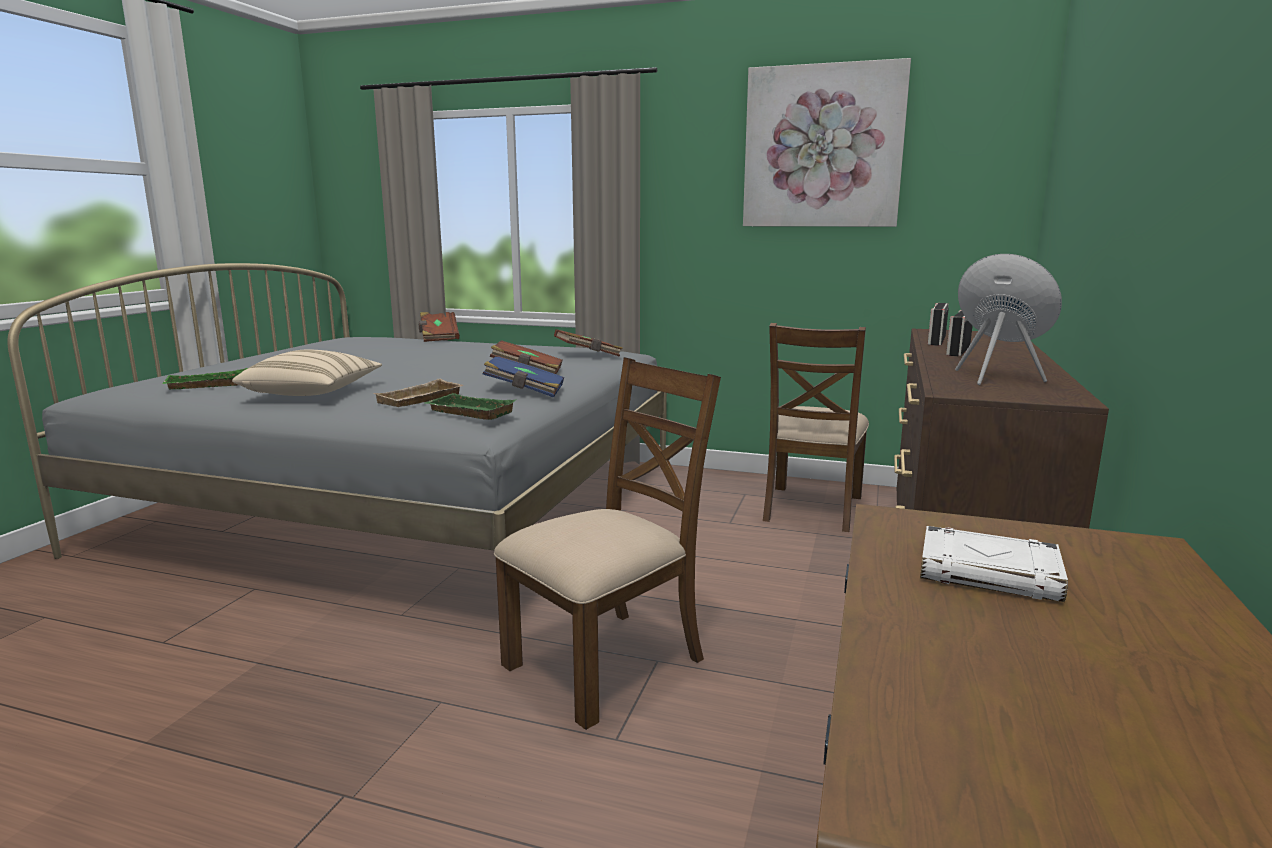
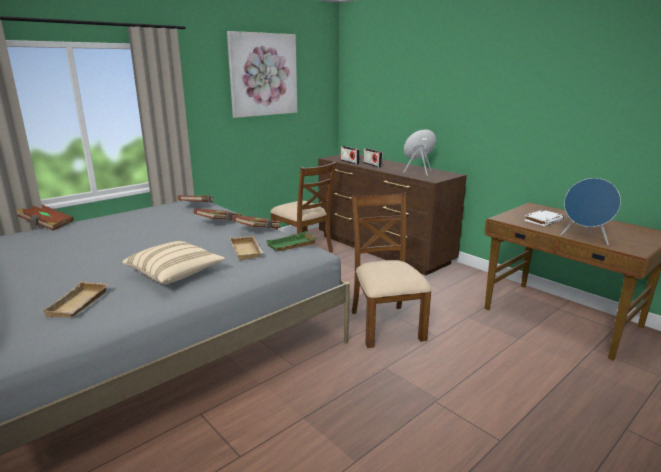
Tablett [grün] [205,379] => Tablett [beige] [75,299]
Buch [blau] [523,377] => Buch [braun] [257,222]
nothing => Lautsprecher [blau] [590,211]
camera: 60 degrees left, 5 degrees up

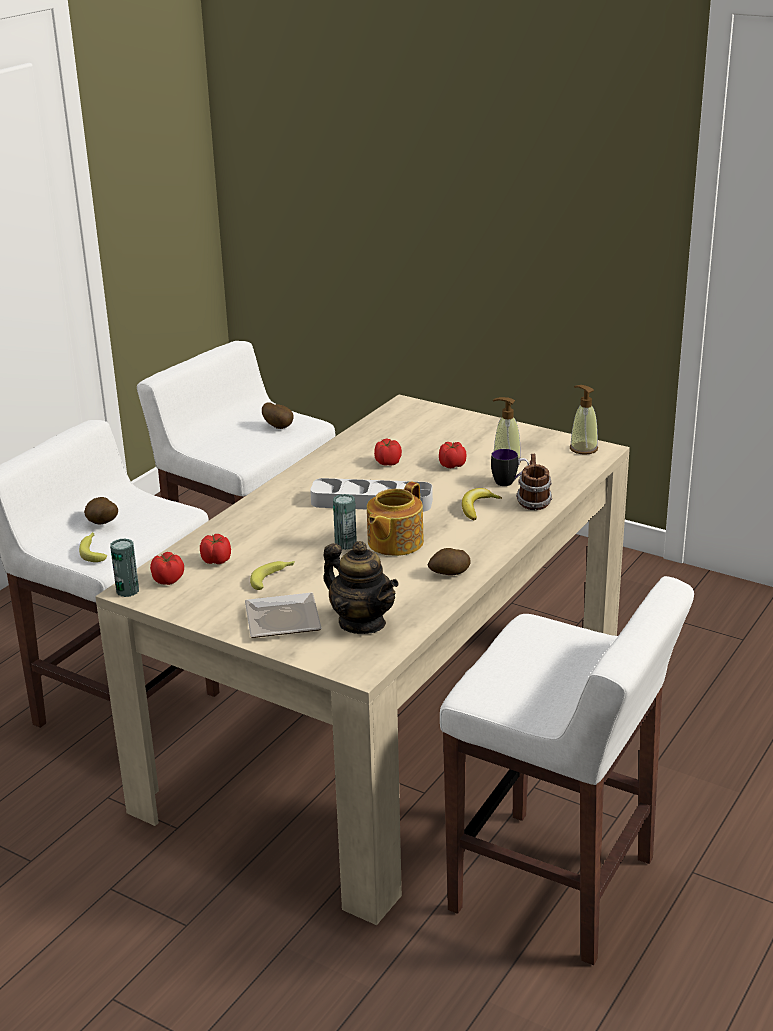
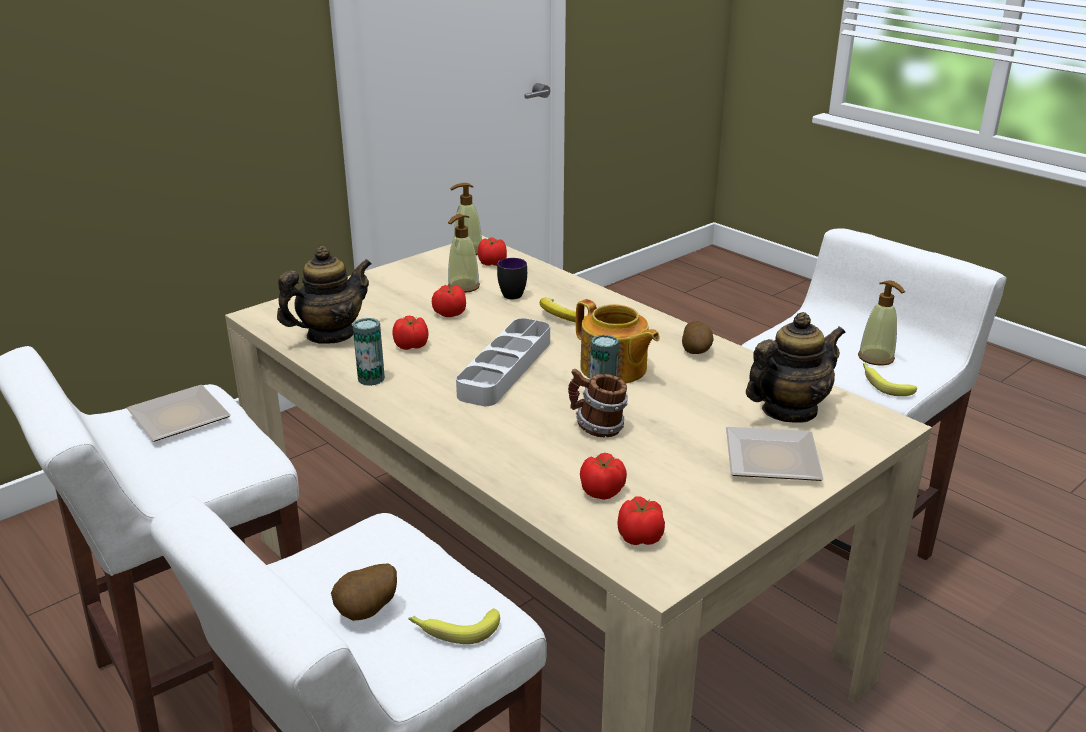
Dose [124,567] => Dose [369,352], move
Banane [272,575] => Banane [890,379], move
Kartoffel [278,416] => Teller [179,413]
Henkelbecher [534,482] => Henkelbecher [598,403], move
nothing => Teekanne [324,295]
nothing => Tomate [492,252]
nothing => Seifenspender [881,323]
camera: 75 degrees left, 0 degrees up

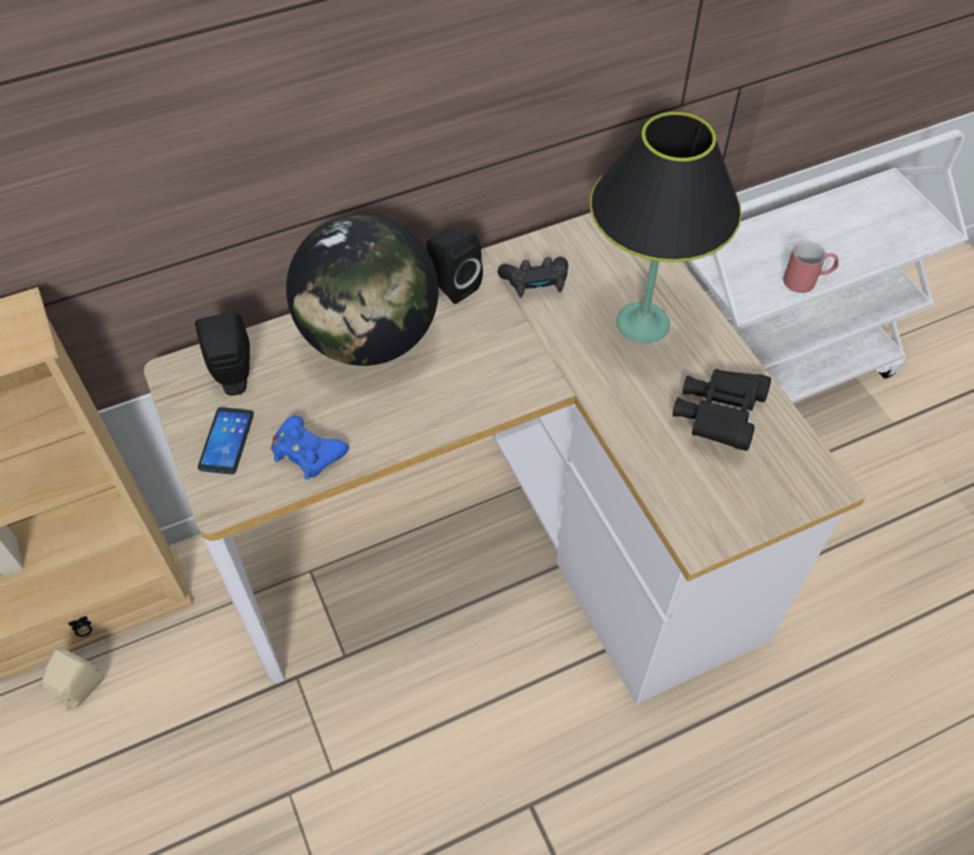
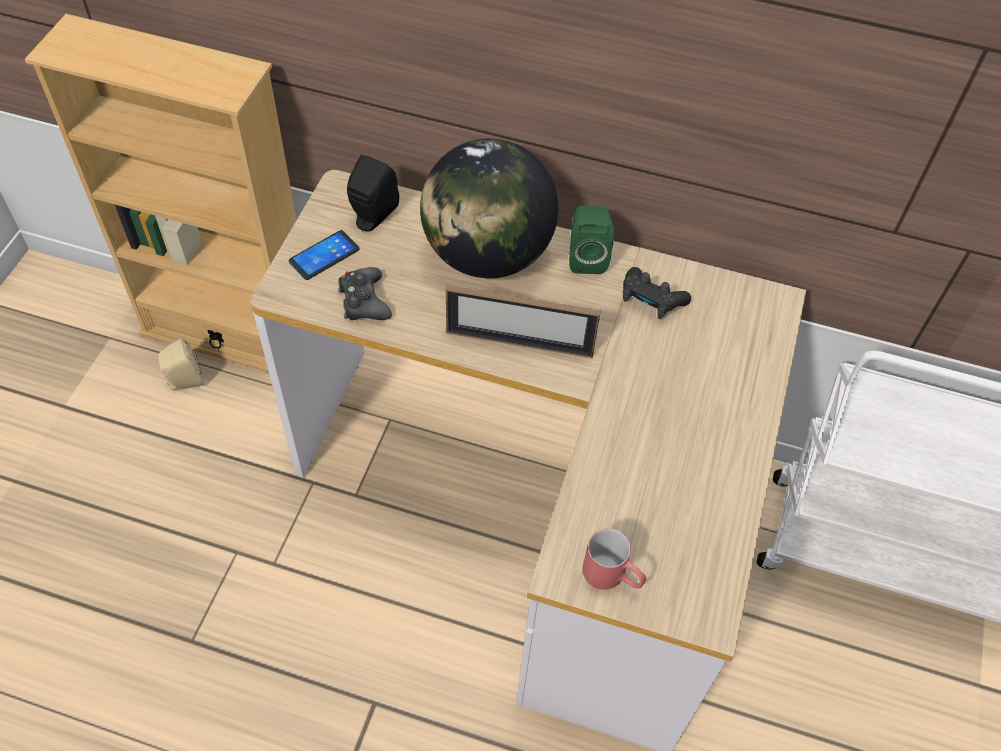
Gamepad [blau] [310,447] => Gamepad [schwarz] [365,293]
Lautsprecher [schwarz] [455,266] => Lautsprecher [grün] [591,240]
Tischlampe [schwarz] [666,228] => nothing
Fernglas [schwarz] [722,410] => nothing
Henkelbecher [rot] [811,267] => Henkelbecher [rot] [614,559], move
nothing => Bilderrahmen [523,321]
camera: 40 degrees right, 0 degrees up

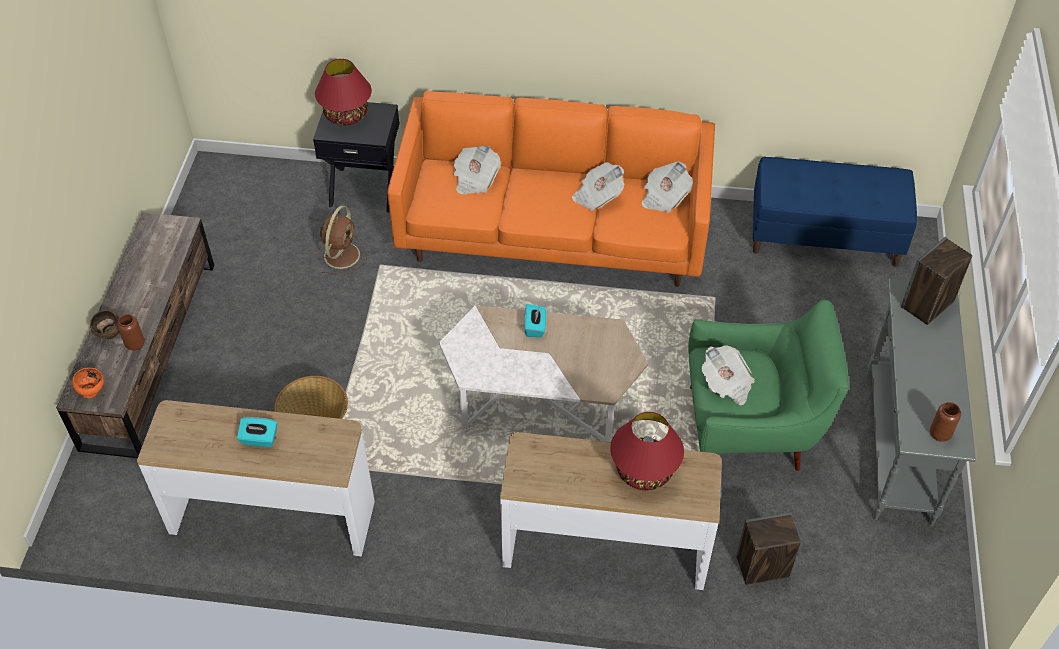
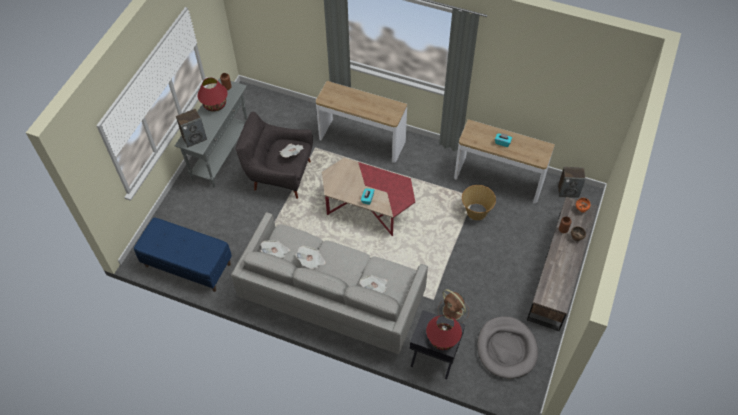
Ventilator [braun] [343,240] => Ventilator [braun] [453,306], 75 degrees counterclockwise
Sofa [orange] [551,189] => Sofa [grau] [329,283]
Couchtisch [weiß] [543,373] => Couchtisch [rot] [368,197]
Tischlampe [rot] [647,451] => Tischlampe [rot] [212,94], move
Sessel [grün] [768,385] => Sessel [grau] [274,155]
Lautsprecher [768,548] => Lautsprecher [571,182], move
nothing => Hundebett [grau] [507,348]
camera: 165 degrees left, 5 degrees up

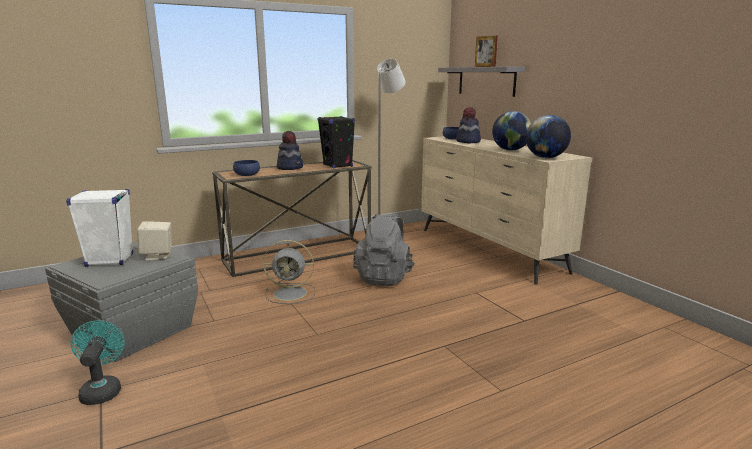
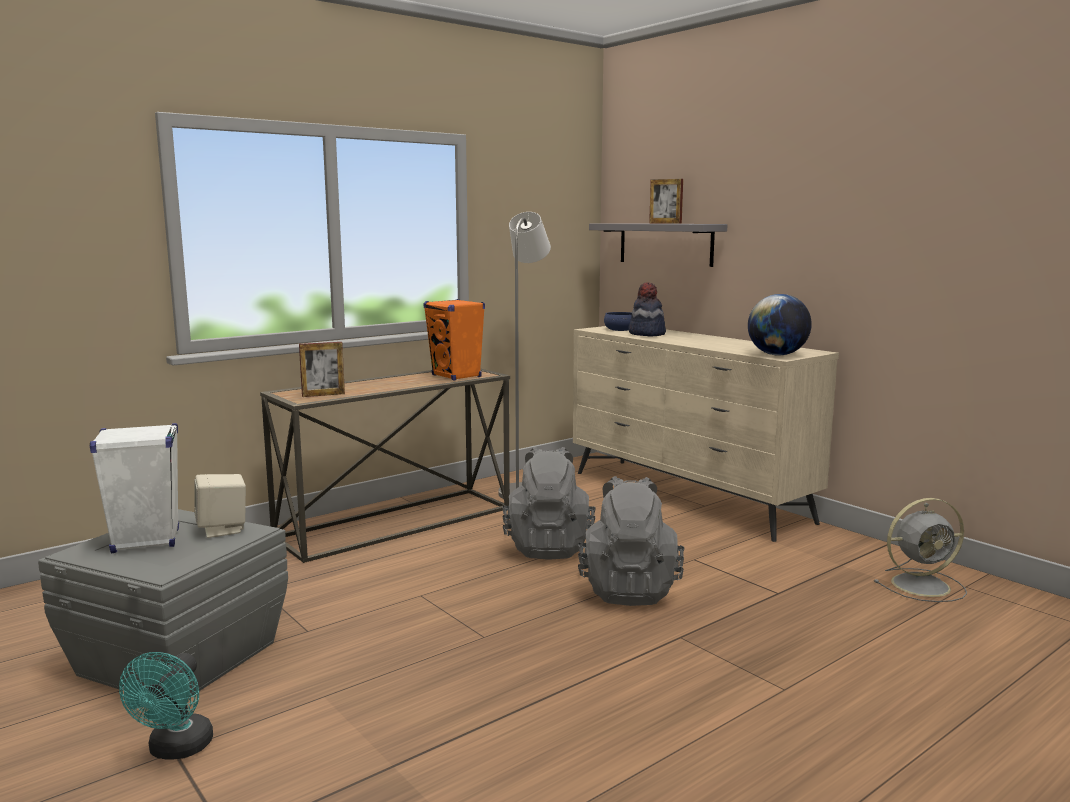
Ventilator [türkis] [97,363] => Ventilator [türkis] [166,706], 150 degrees counterclockwise
Schüssel [blau] [246,168] => Bilderrahmen [322,369]
Ventilator [grau] [289,272] => Ventilator [grau] [920,550], move
Hut [290,150] => nothing
Lautsprecher [schwarz] [336,142] => Lautsprecher [orange] [454,339]
Globus [511,131] => nothing
nothing => Rucksack [grau] [631,541]
camera: 10 degrees left, 5 degrees down

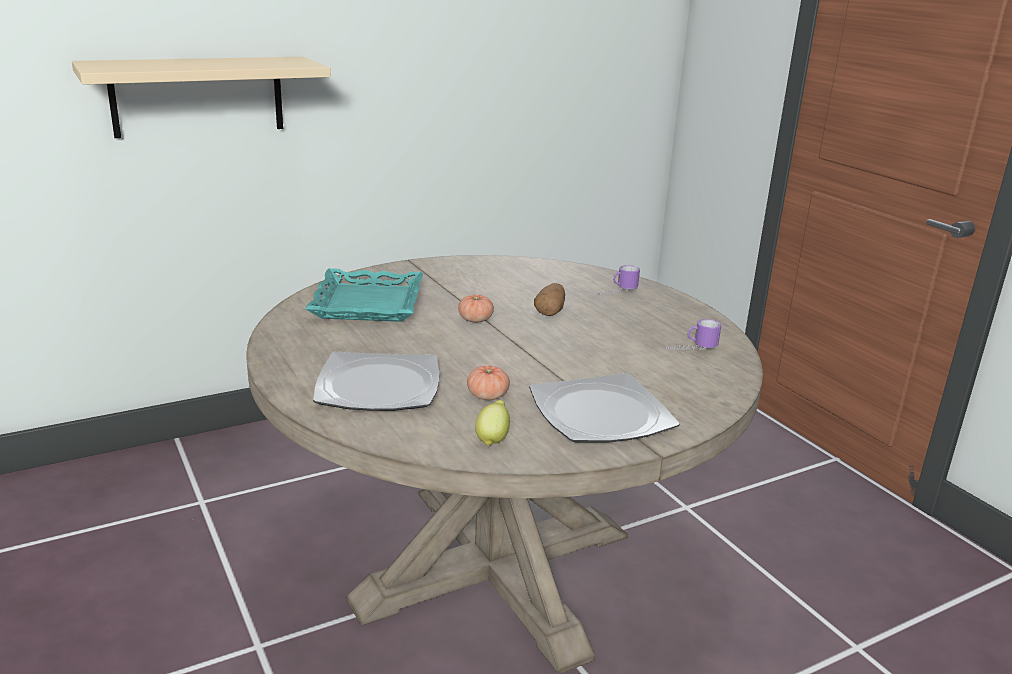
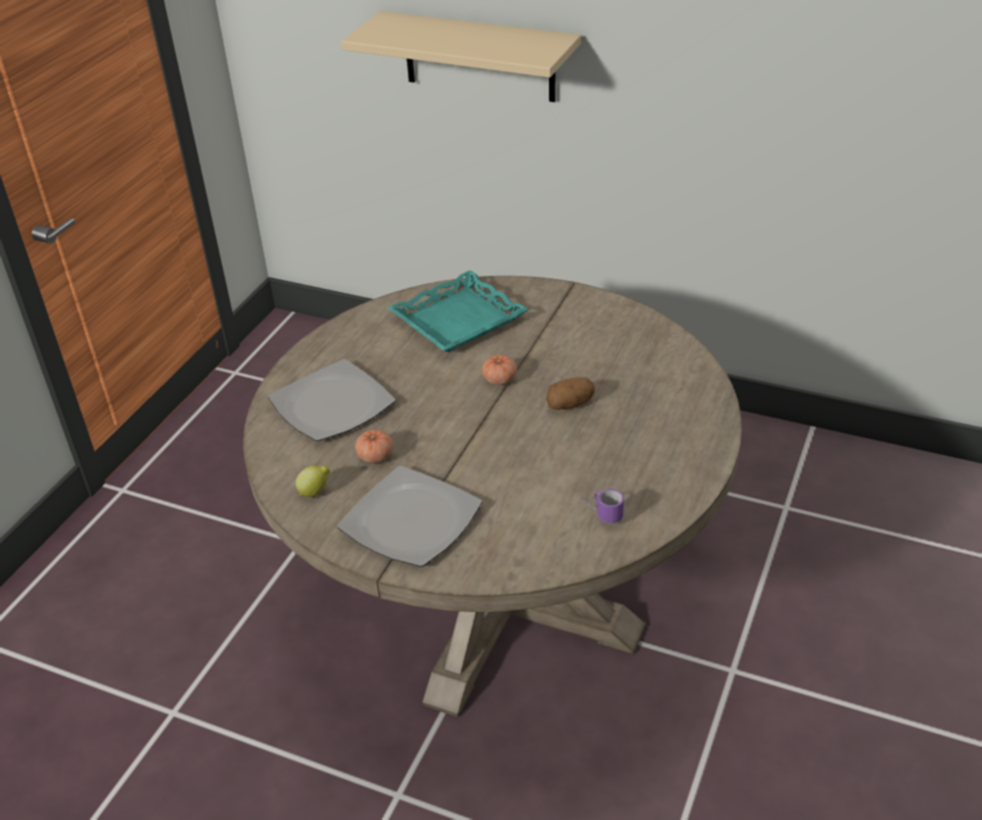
Henkelbecher [618,280] => nothing
camera: 55 degrees right, 15 degrees up

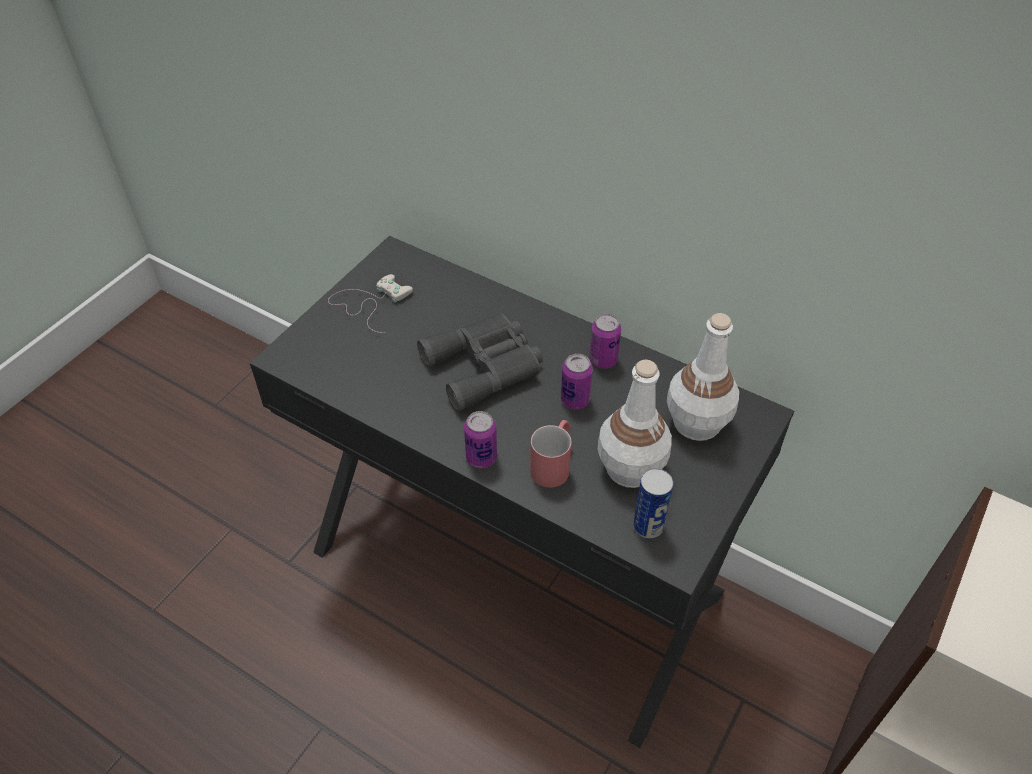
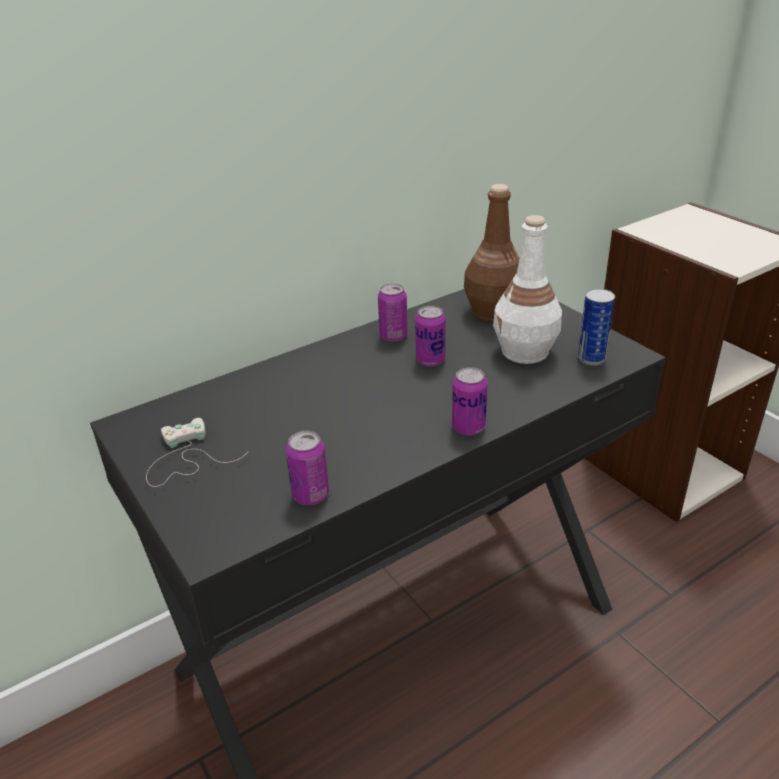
Fernglas [grau] [480,362] => nothing
Henkelbecher [rot] [551,454] => nothing
Flasche [weiß] [703,377] => Flasche [braun] [492,253]
nothing => Dose [307,468]
camera: 65 degrees left, 15 degrees down

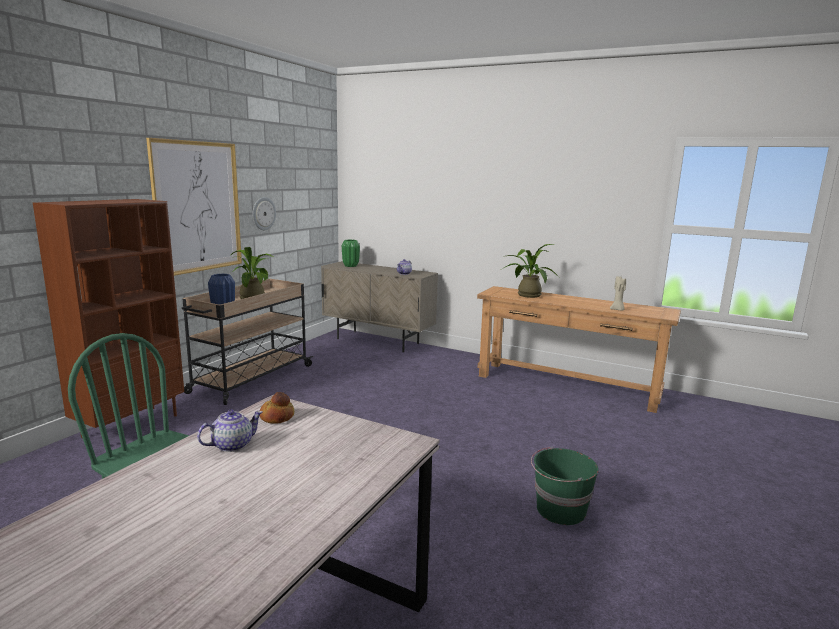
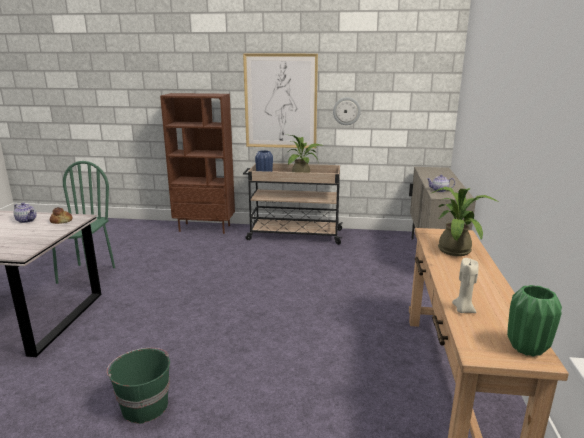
Vase [grün] [351,253] => Vase [grün] [534,320], move
camera: 70 degrees right, 5 degrees up

